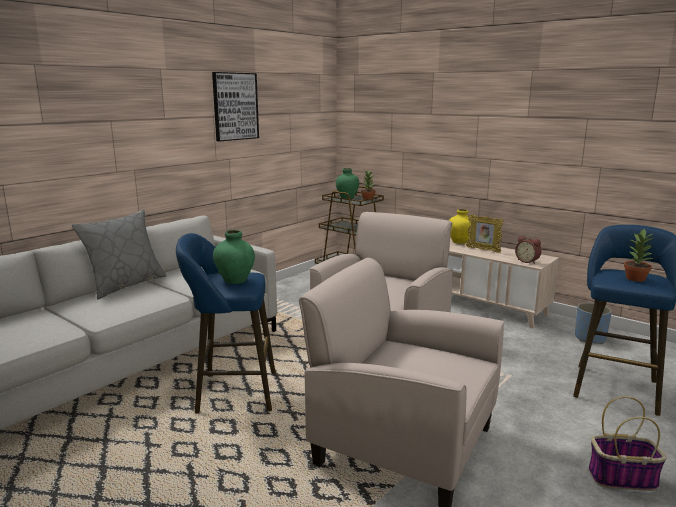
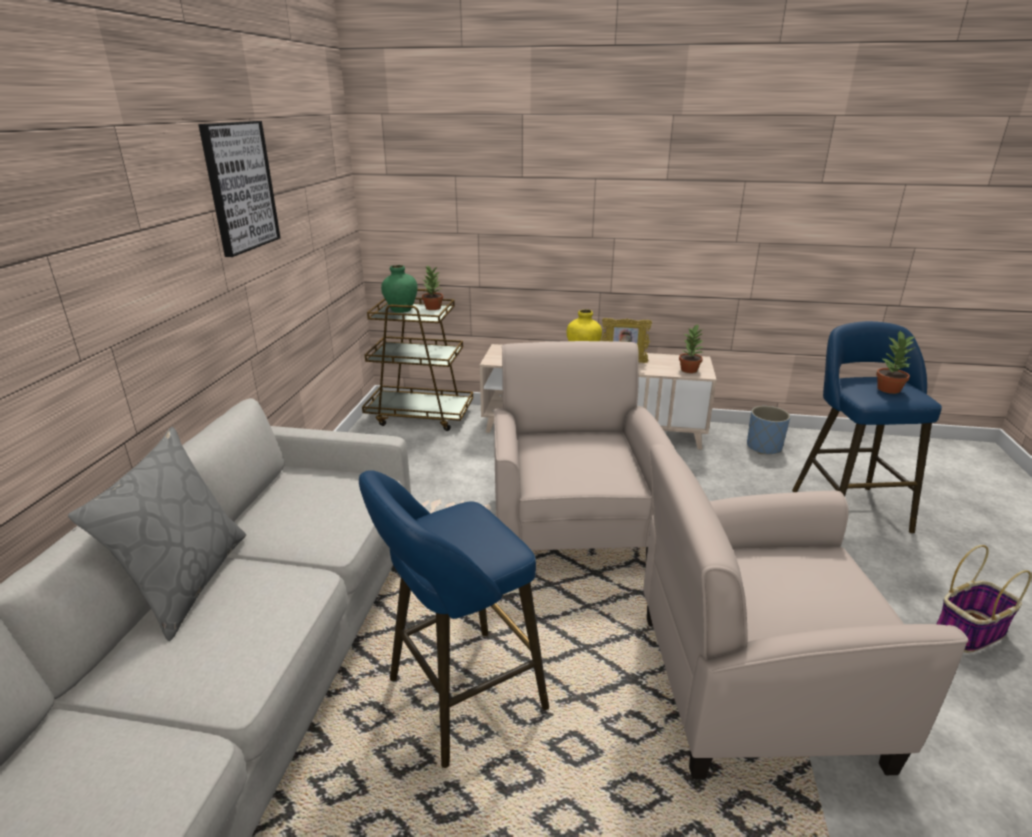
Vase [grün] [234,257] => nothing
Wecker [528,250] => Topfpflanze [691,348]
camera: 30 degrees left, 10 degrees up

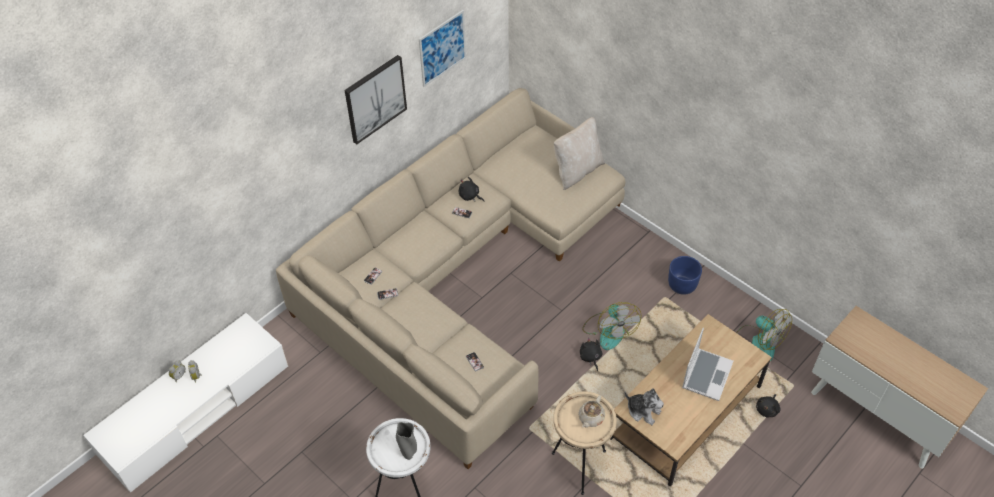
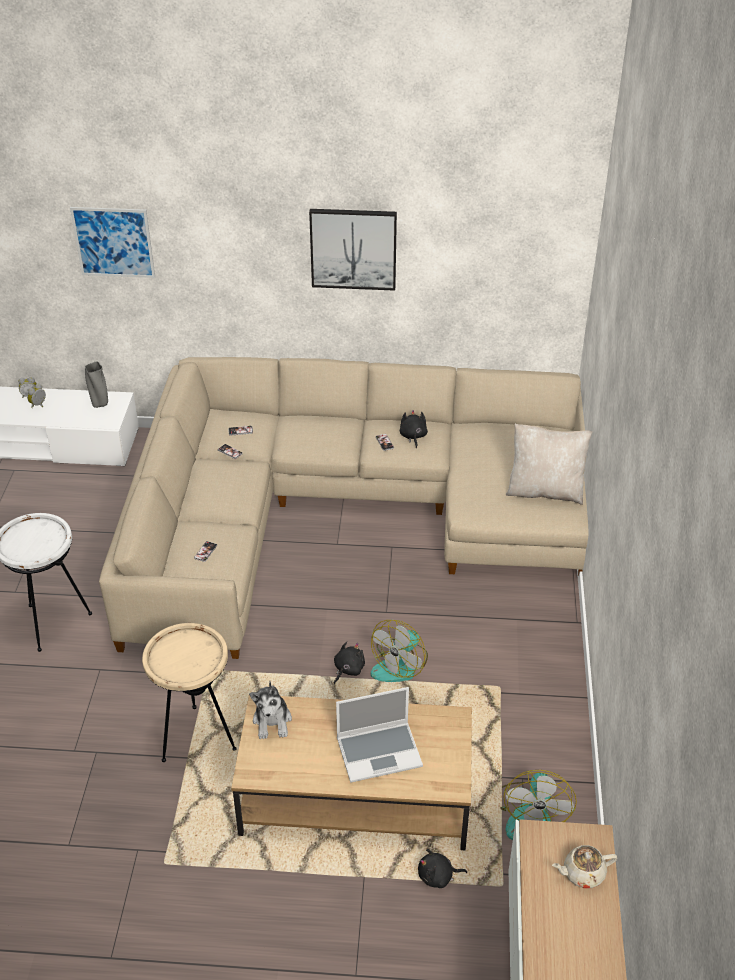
Vase [grau] [406,441] => Vase [grau] [96,384], move
Bild [442,48] => Bild [112,242], move
Teekanne [beige] [591,411] => Teekanne [beige] [584,866], move
Pflanzkübel [blau] [685,275] => nothing
camera: 50 degrees right, 10 degrees down

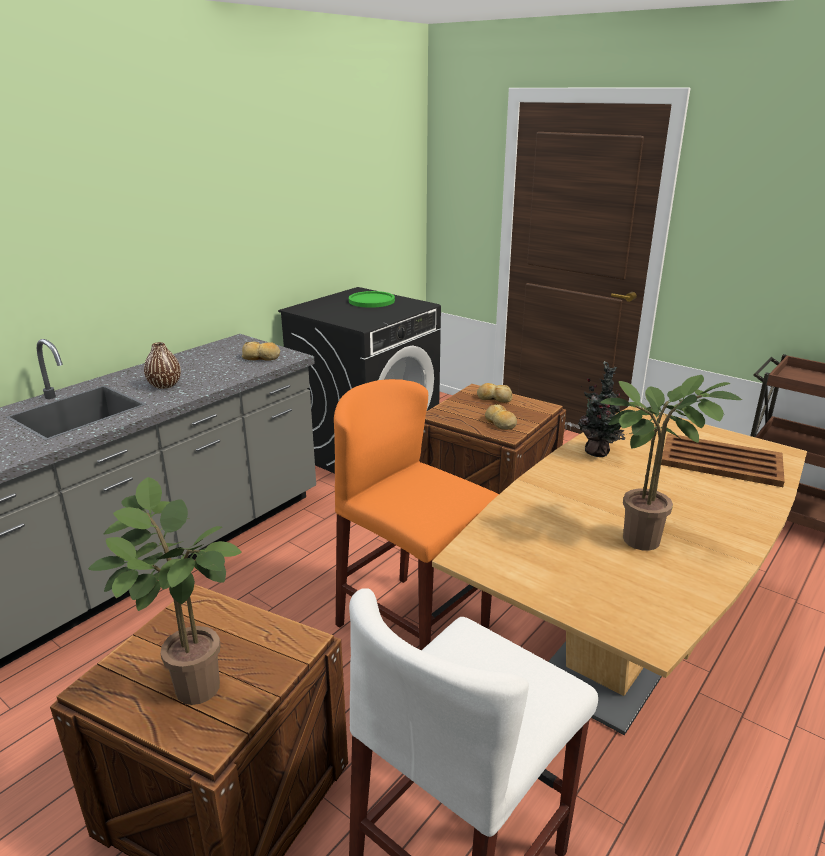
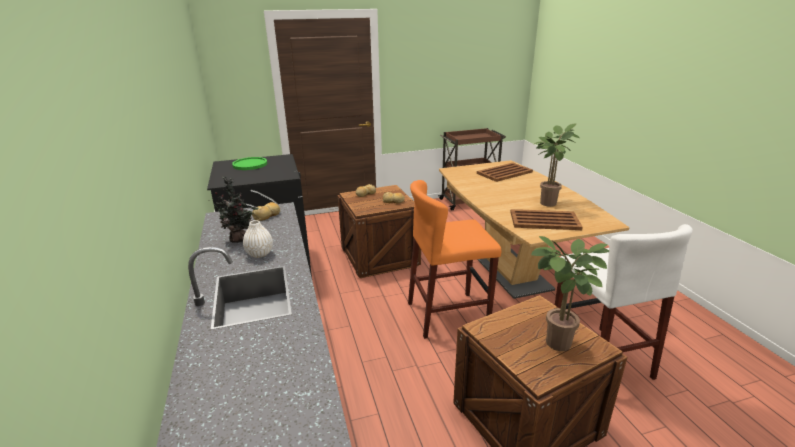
Vase [braun] [162,365] => Vase [weiß] [258,239]
Topfpflanze [601,409] => Topfpflanze [236,210], move
nothing => Tablett [braun] [546,219]
camera: 55 degrees left, 0 degrees up

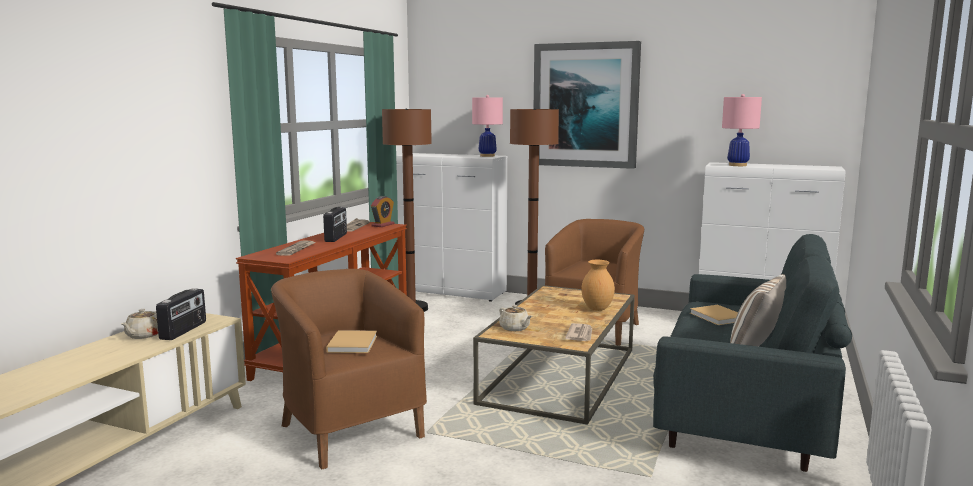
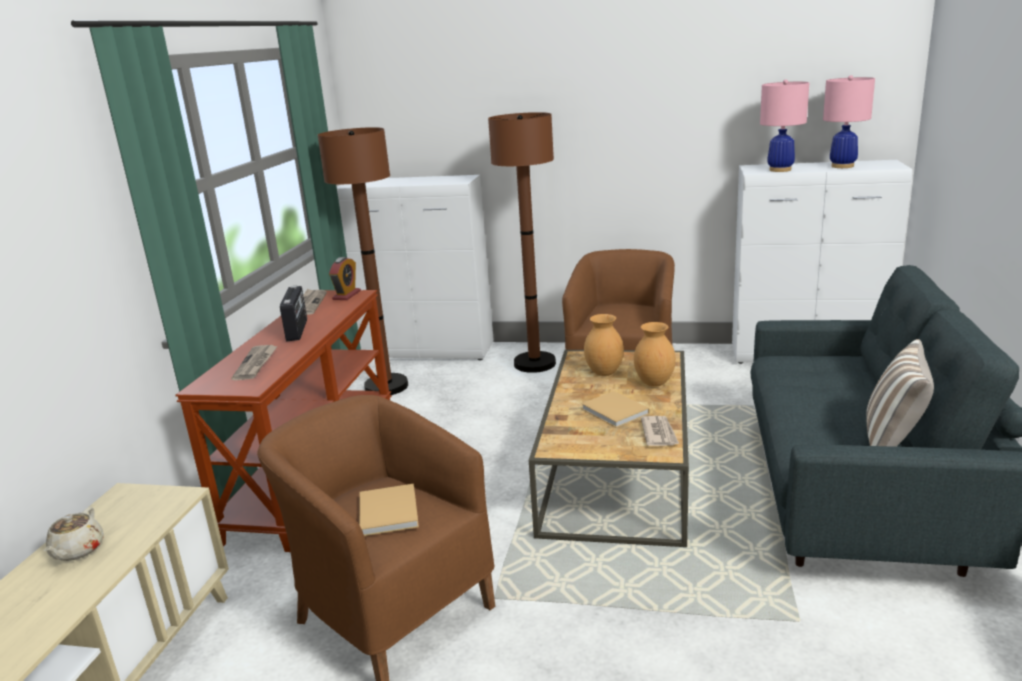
Radio [181,314] => nothing
Tischlampe [rosa] [487,126] => Tischlampe [rosa] [849,121], move
Teekanne [beige] [515,318] => nothing
Bild [587,105] => nothing
Buch [beige] [714,315] => Buch [beige] [615,409], move
nothing => Vase [braun] [604,345]
camera: 10 degrees left, 10 degrees up

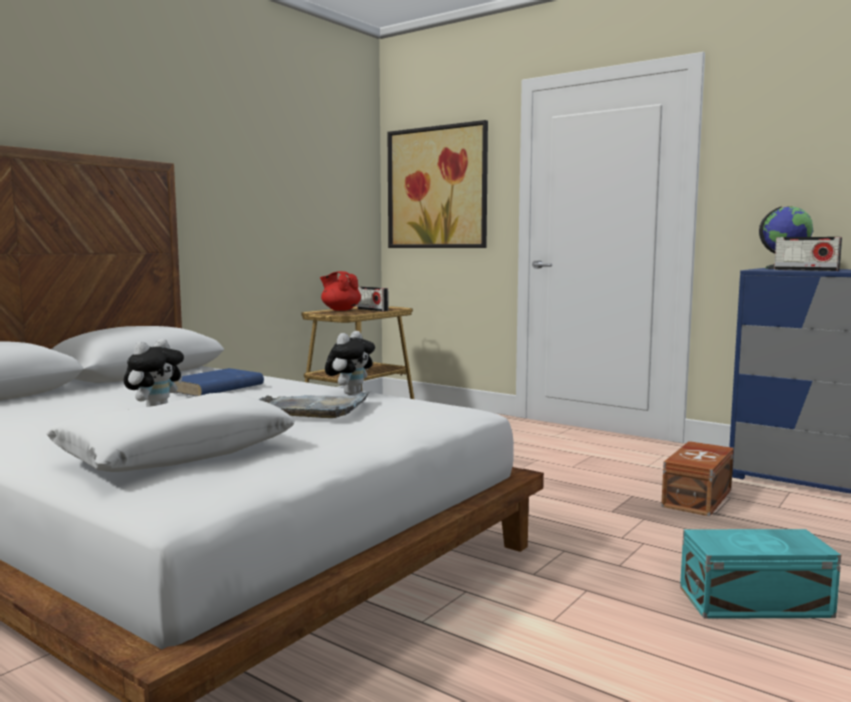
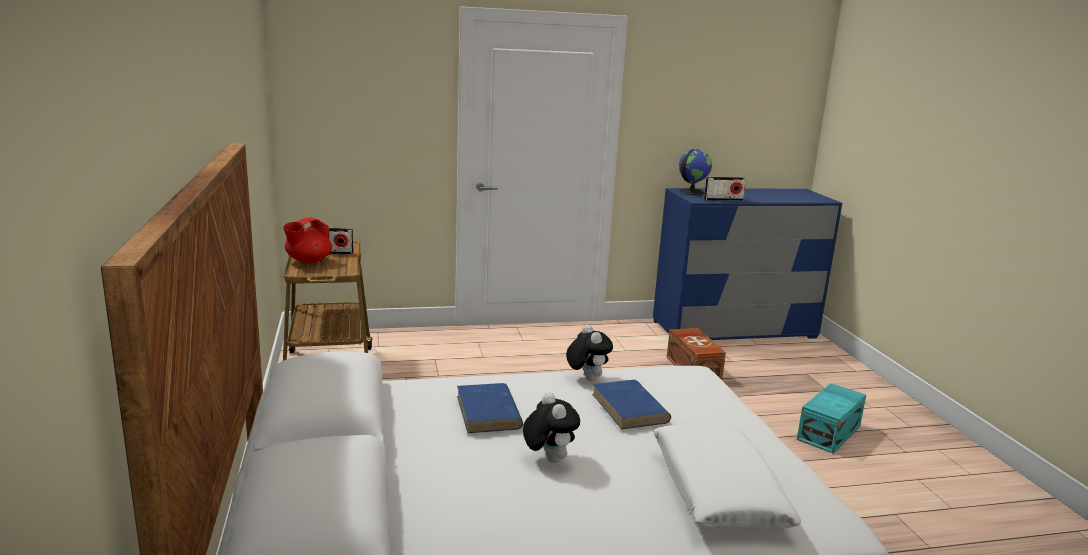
Tablett [grau] [314,404] => Buch [blau] [631,404]
Teekanne [rot] [340,291] => Teekanne [rot] [307,240], 45 degrees counterclockwise
Bild [438,184] => nothing
camera: 50 degrees left, 10 degrees up

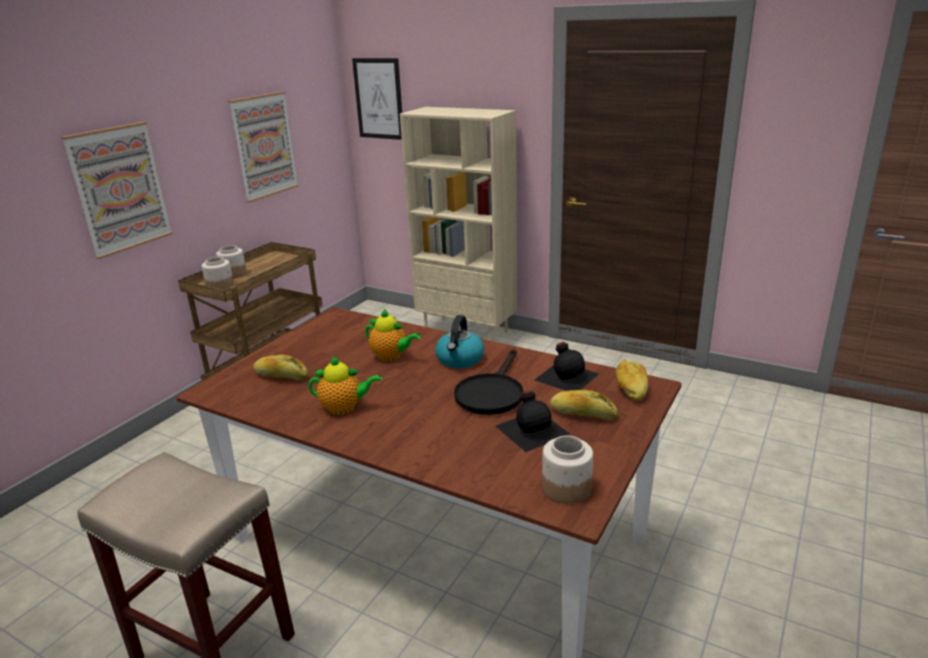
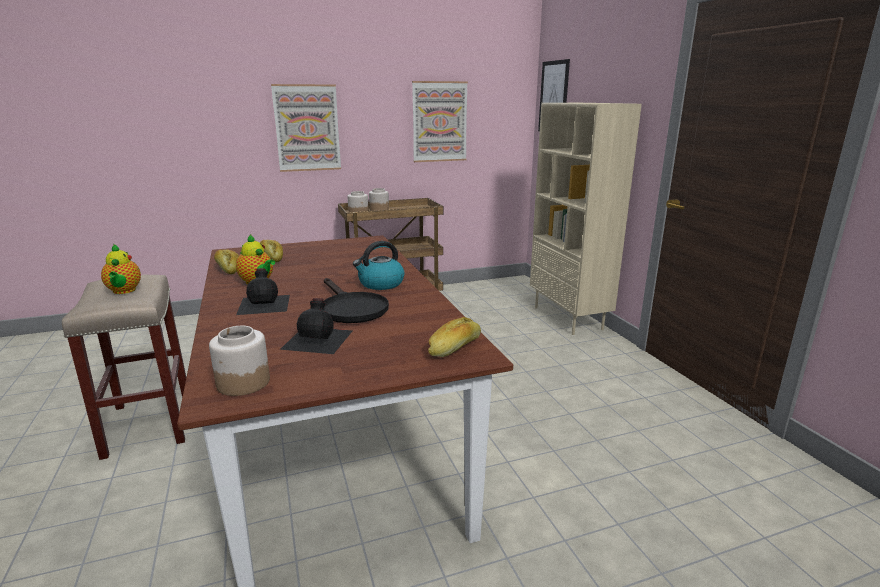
Teekanne [393,335] => Teekanne [121,269], move
Pfanne [schwarz] [489,382] => Pfanne [schwarz] [356,300], 90 degrees counterclockwise
Flasche [schwarz] [567,366] => Flasche [schwarz] [263,291], move
Brot [584,405] => Brot [226,262], move
camera: 40 degrees right, 5 degrees down

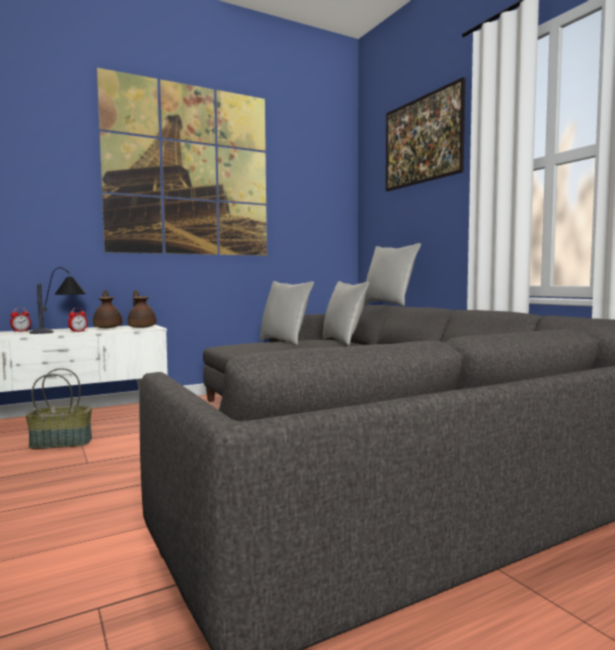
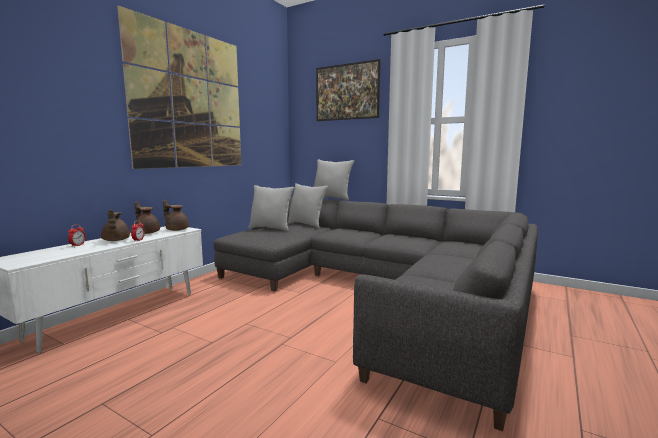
Korb [59,408] => nothing
Tischlampe [57,300] => Teekanne [braun] [115,225]
camera: 30 degrees left, 5 degrees up

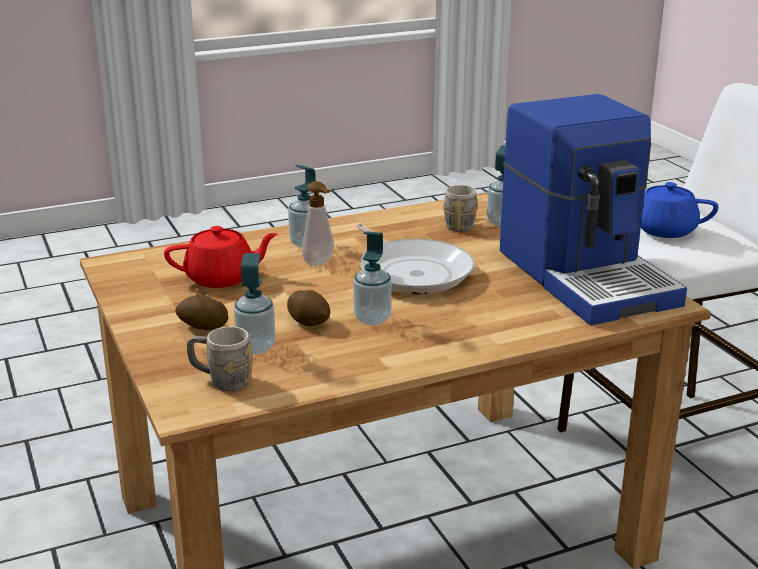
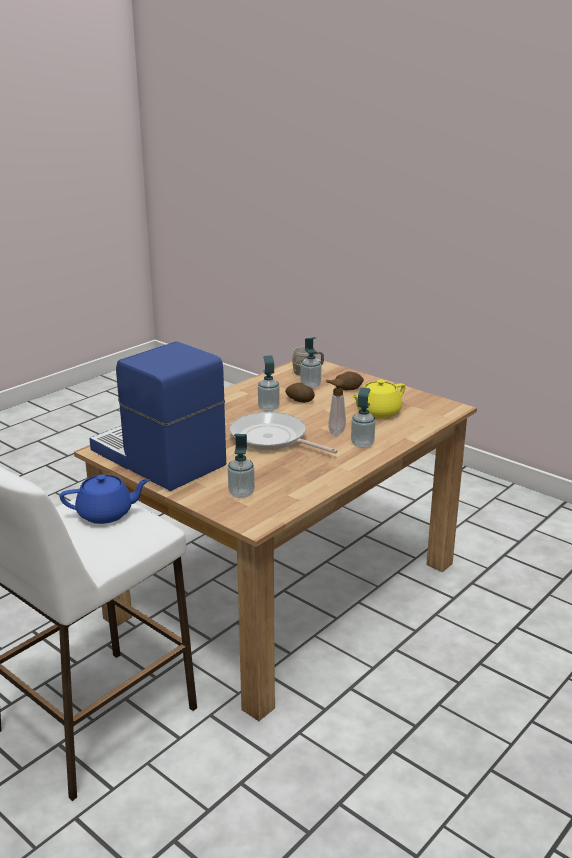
Teekanne [rot] [221,257] => Teekanne [gelb] [378,398]
Henkelbecher [grau] [460,208] => nothing
camera: 155 degrees right, 0 degrees up

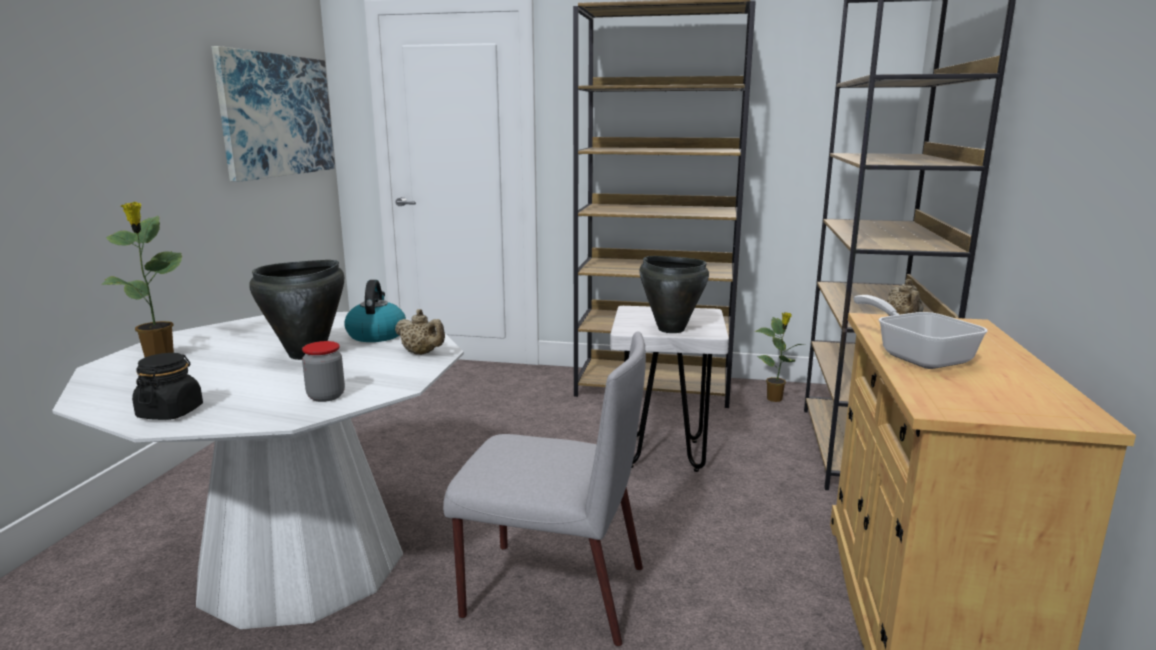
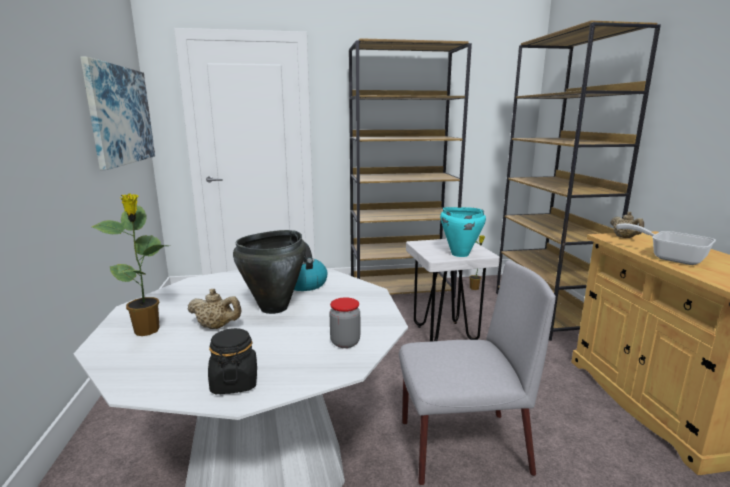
Teekanne [beige] [420,332] => Teekanne [beige] [214,309], move
Kochtopf [schwarz] [674,294] => Kochtopf [türkis] [463,232]
camera: 20 degrees left, 0 degrees up

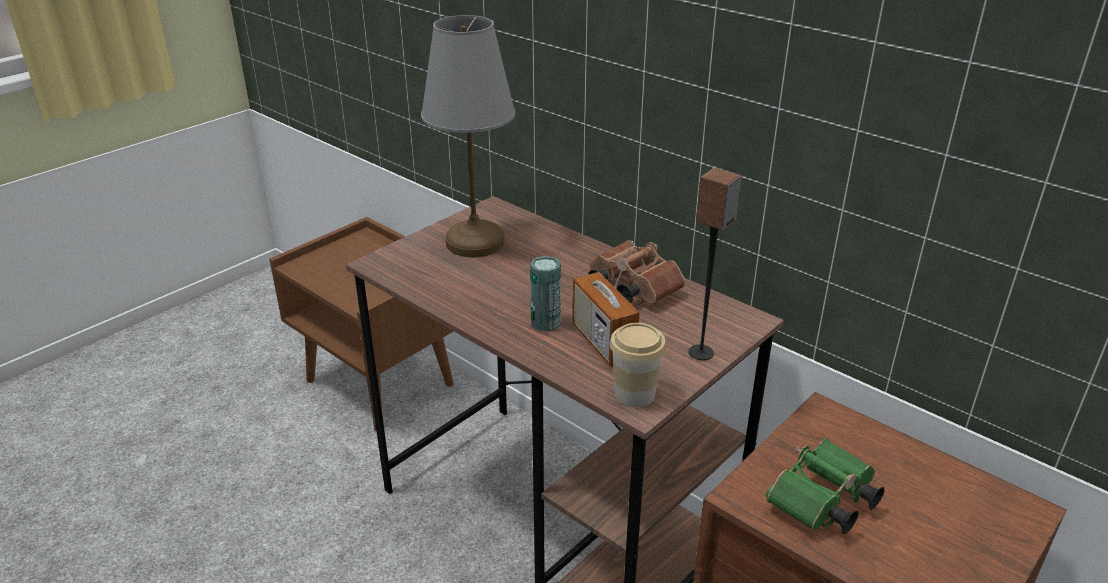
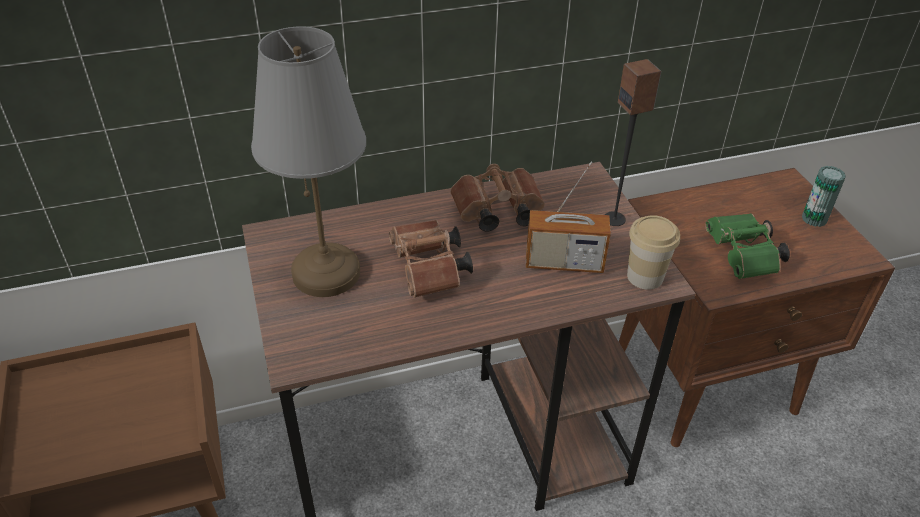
Dose [545,294] => Dose [824,196], move
nothing => Fernglas [braun] [431,259]
camera: 60 degrees left, 10 degrees up

